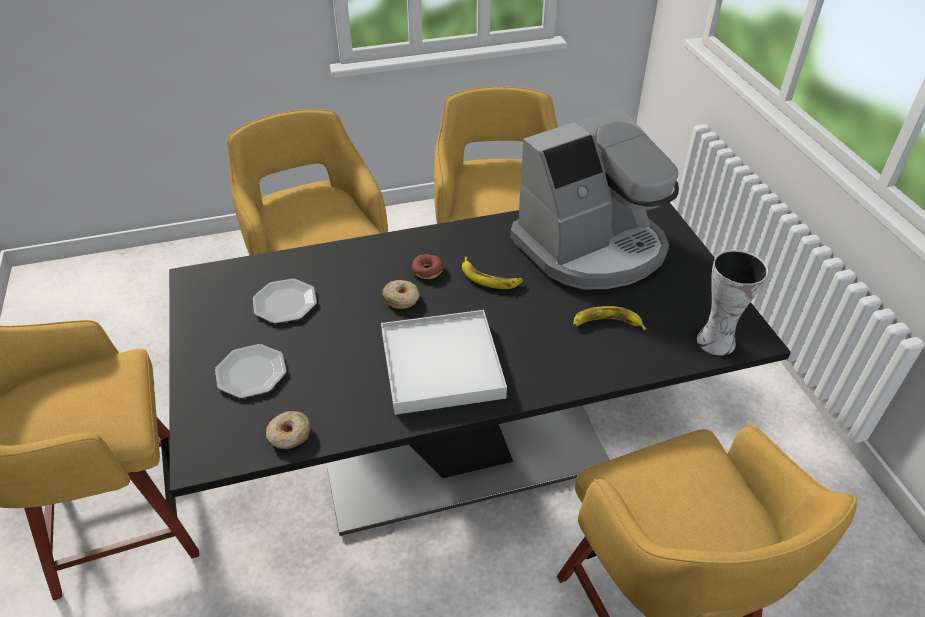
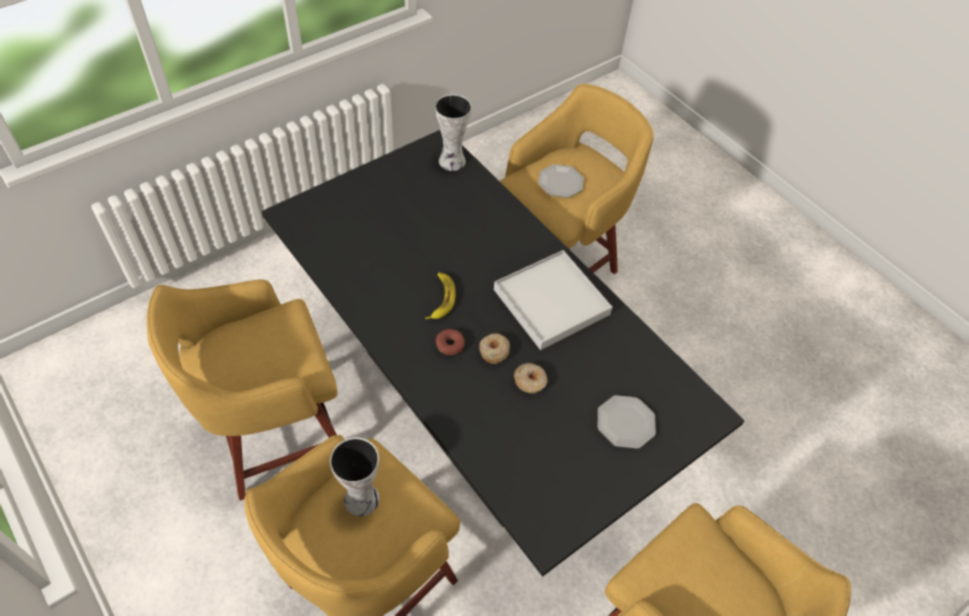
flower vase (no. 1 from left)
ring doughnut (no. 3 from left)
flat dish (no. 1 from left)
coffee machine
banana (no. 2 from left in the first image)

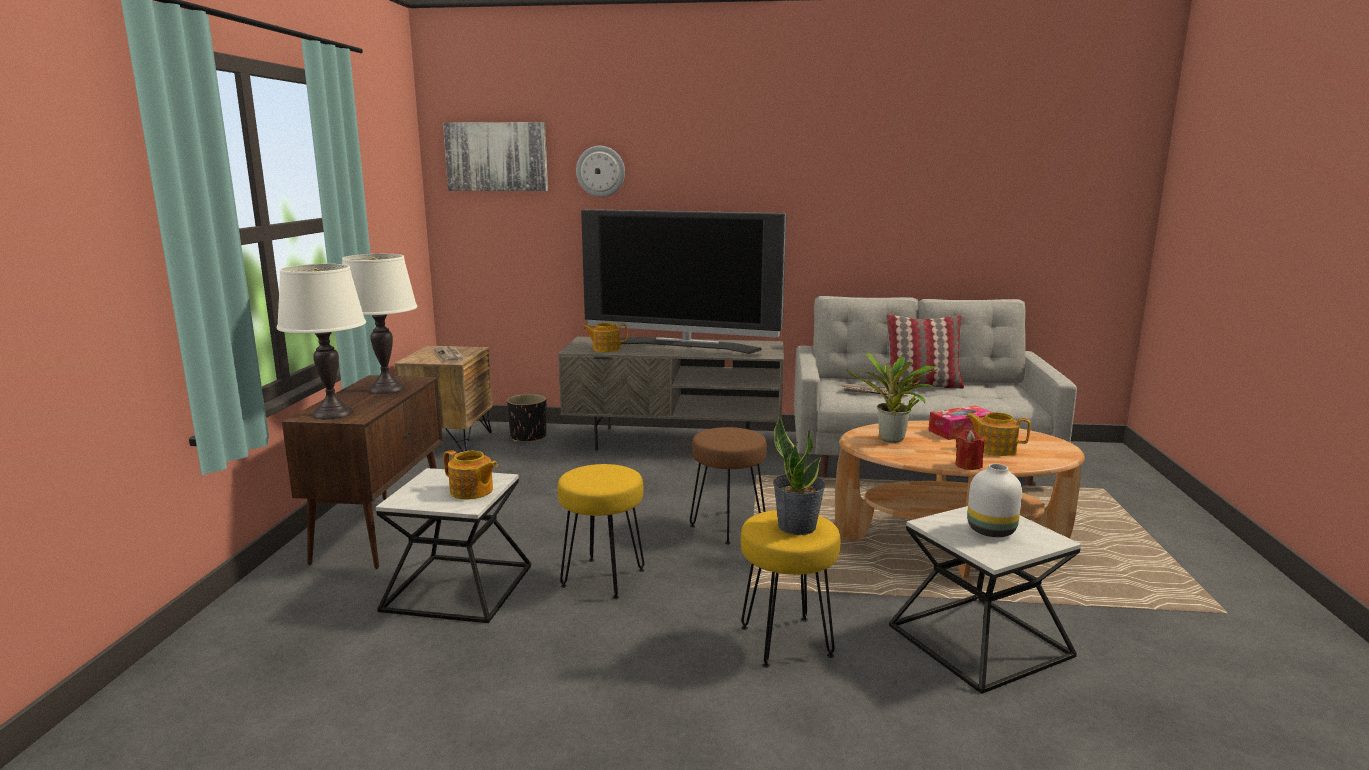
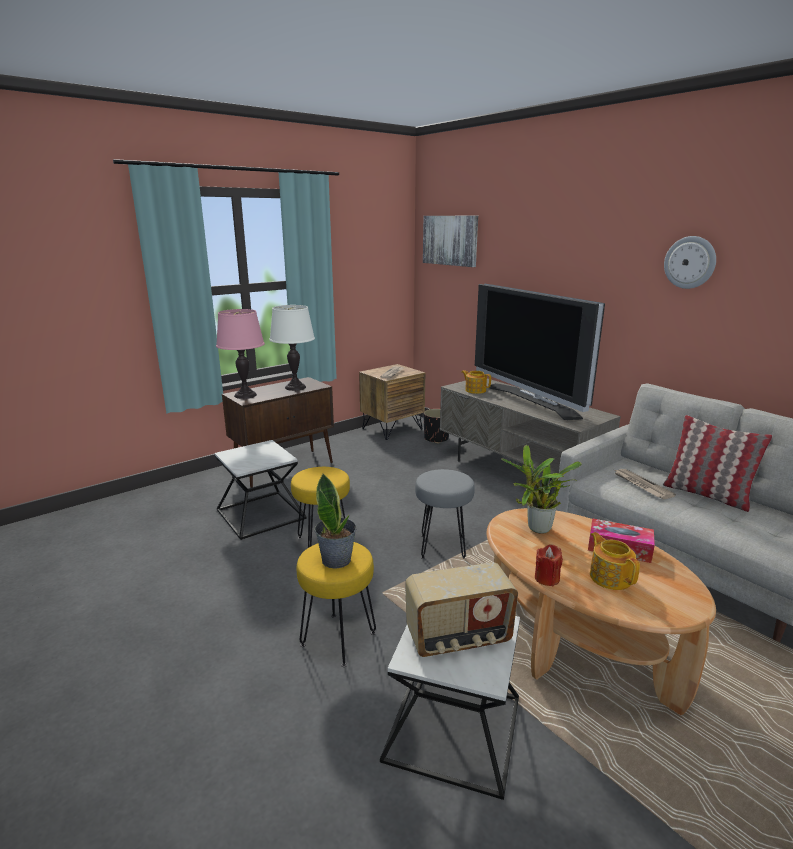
lamp for a table (pinkish)
radio set
stool (gray)
wall clock
pot for tea (no. 1 from left in the first image)

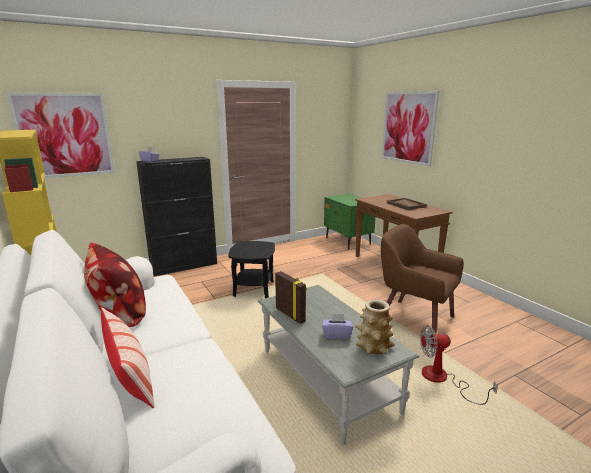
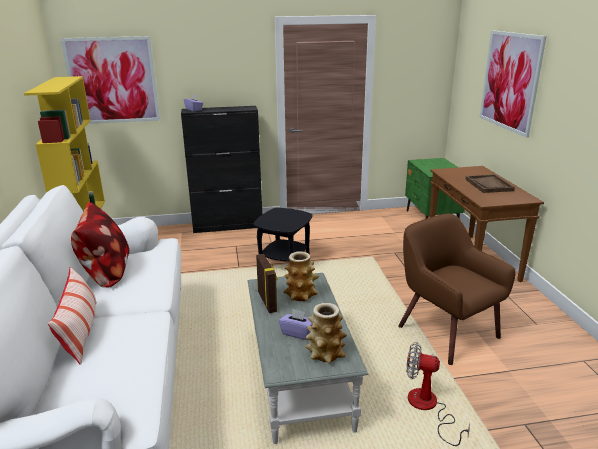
flower vase (no. 1 from left)

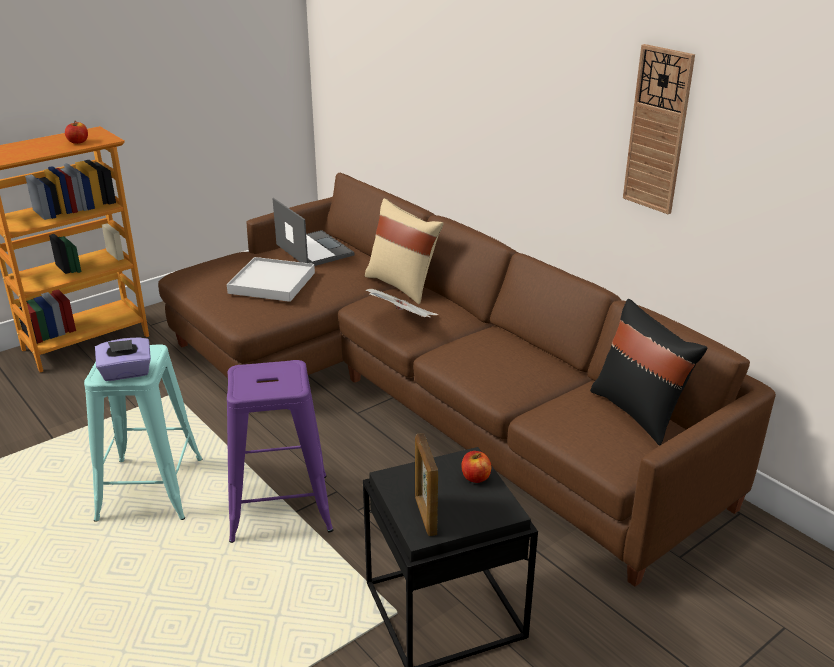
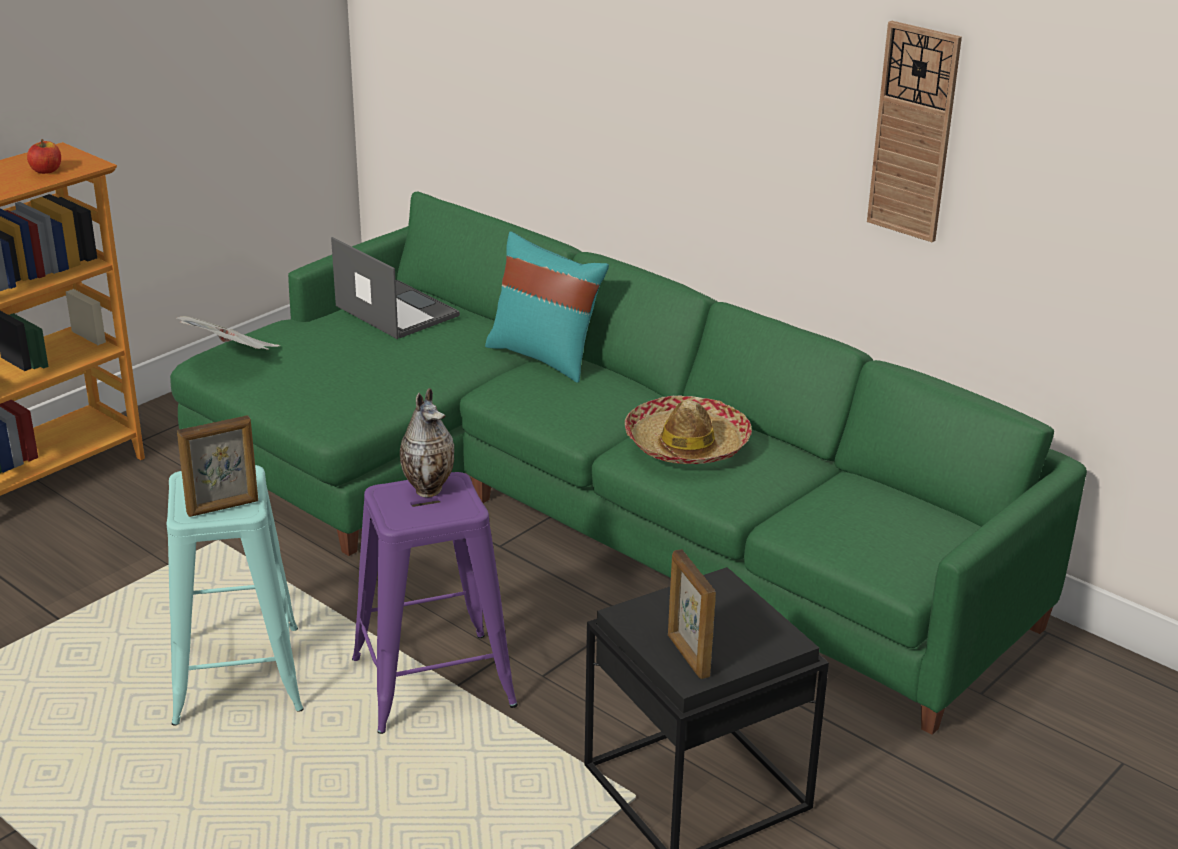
sofa (green-coloured)
daily paper
photo frame (no. 1 from left)
flower vase
cushion (blue-green)
clothing hat
serving tray (whitish)
apple fruit (no. 2 from left in the first image)
cushion (black-coloured)

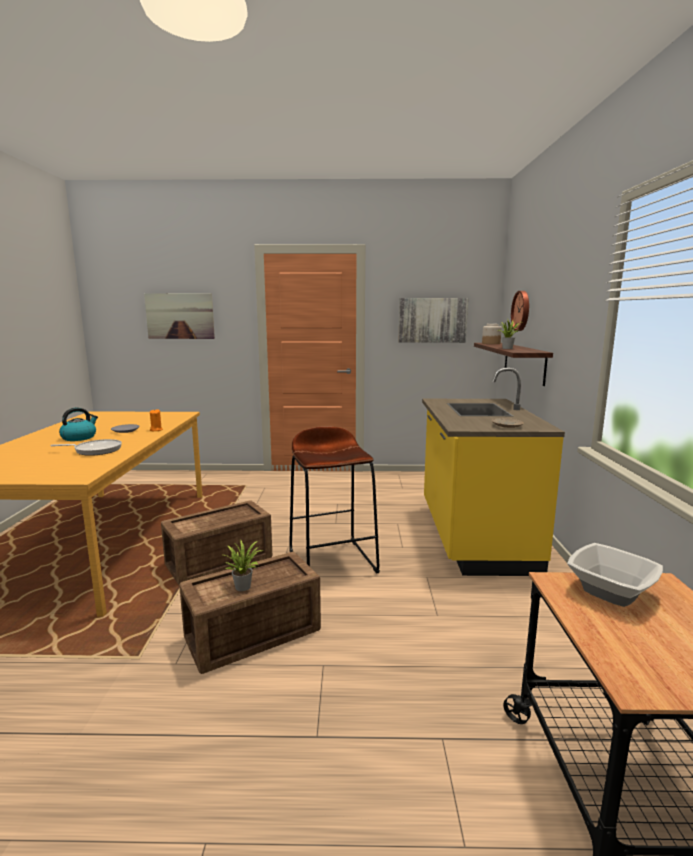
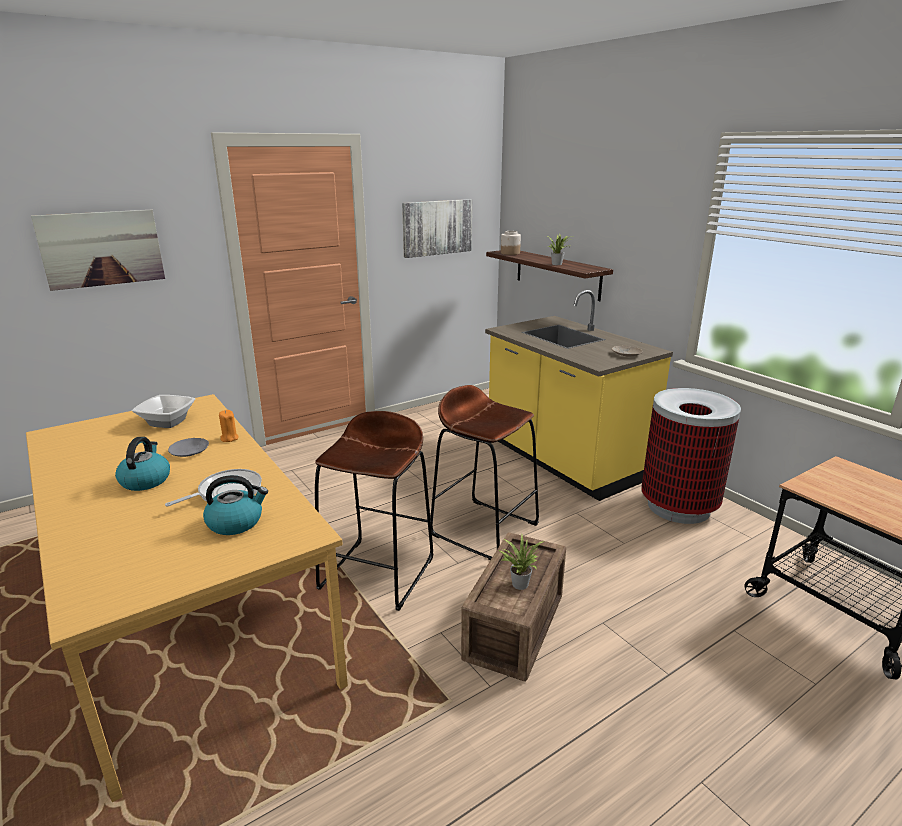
deep dish
tea kettle (no. 2 from left)
stool (brownish) (no. 1 from left)
trash can
wall clock

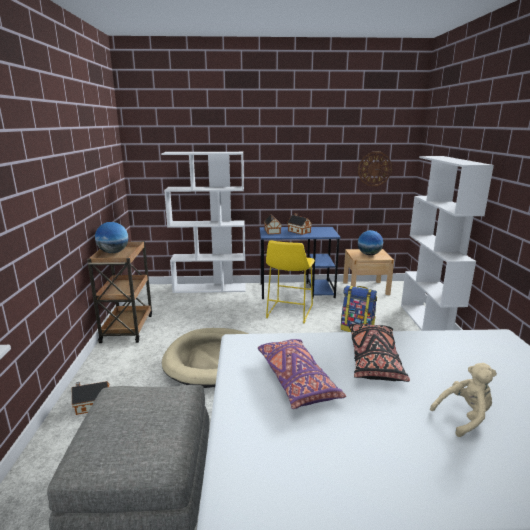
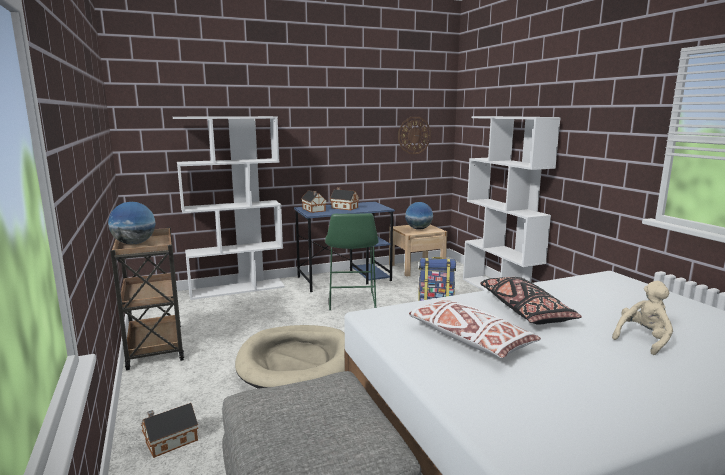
stool (green-coloured)
cushion (whitish)

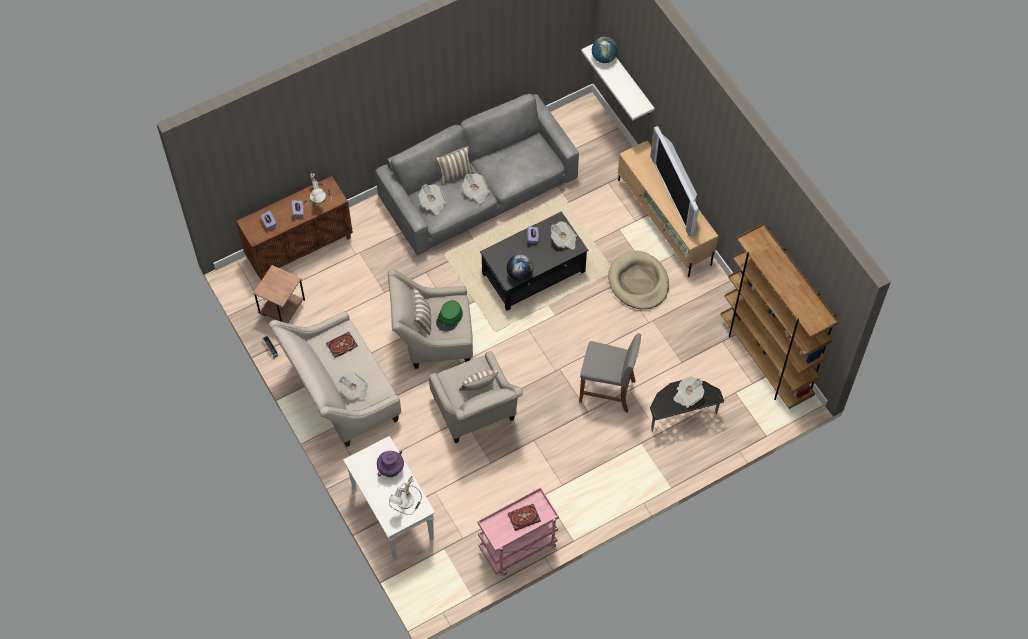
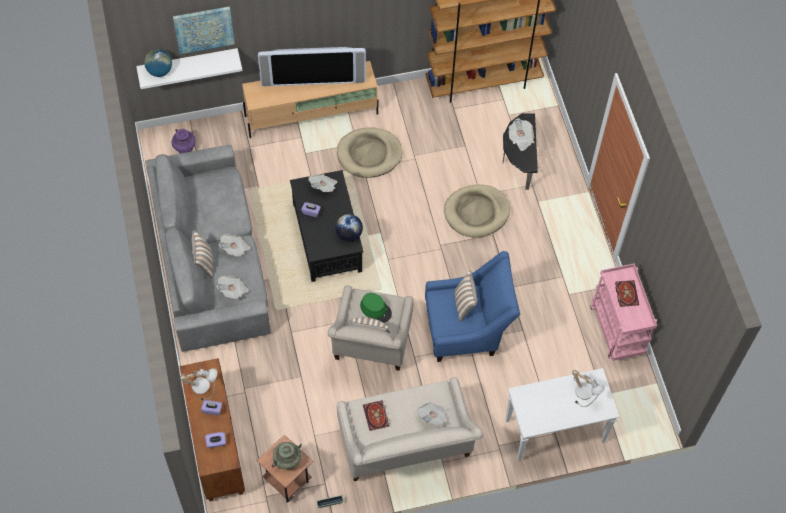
flower vase (purple-coloured)
wall art
flower vase (blue-green)
lounge chair (blue)
dog cushion (sand-coloured) (no. 2 from left)

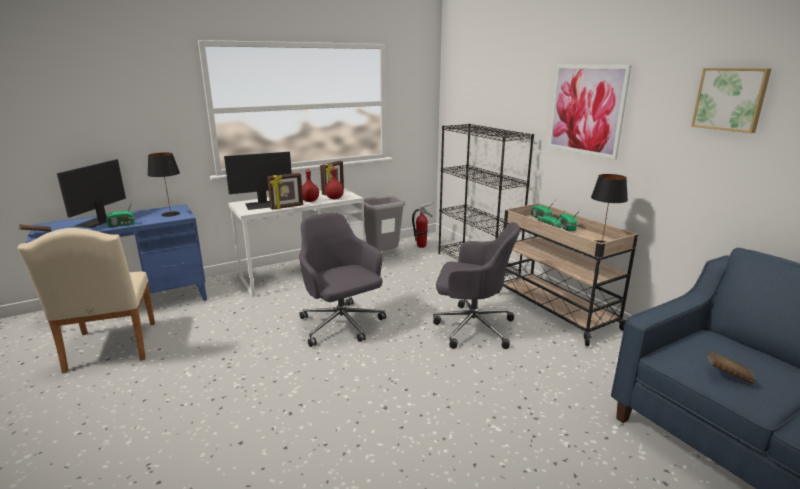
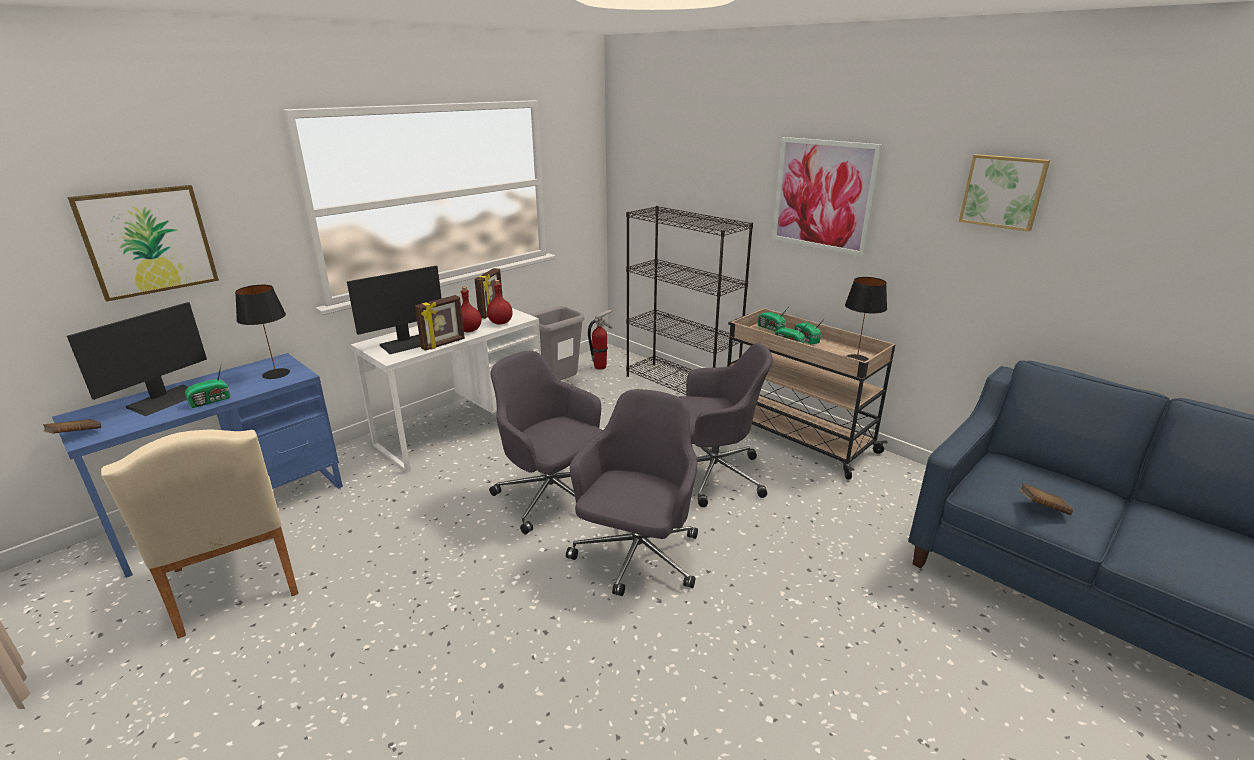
wall art (no. 1 from left)
computer screen (no. 1 from left)
office chair (gray) (no. 2 from left)

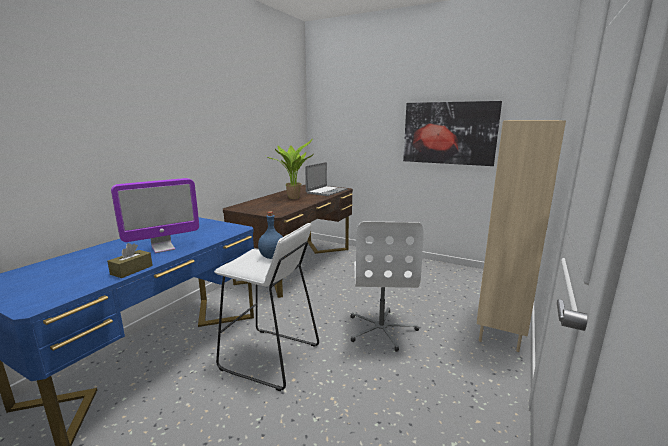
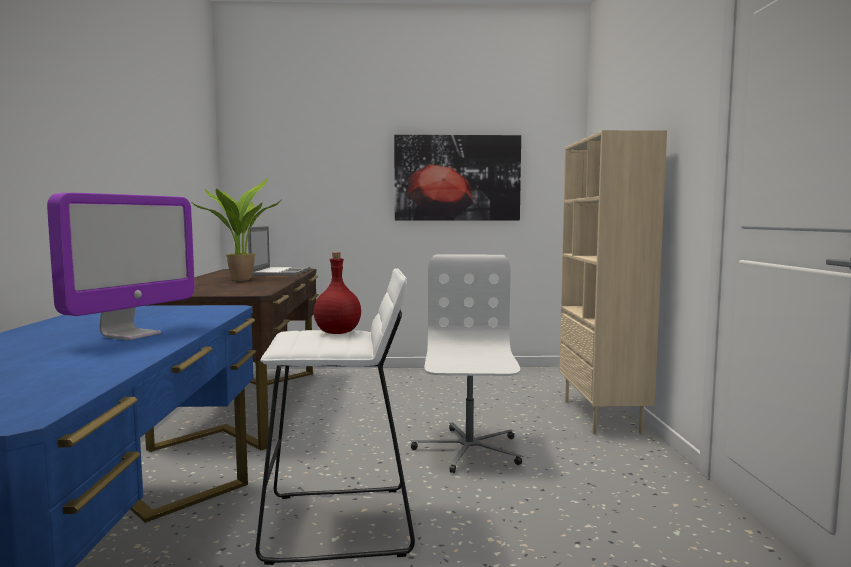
bottle (red)
office chair (whitish)
tissue box (brownish)

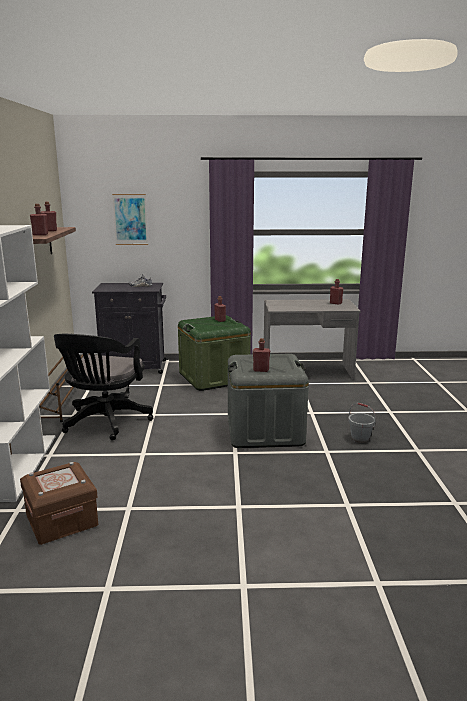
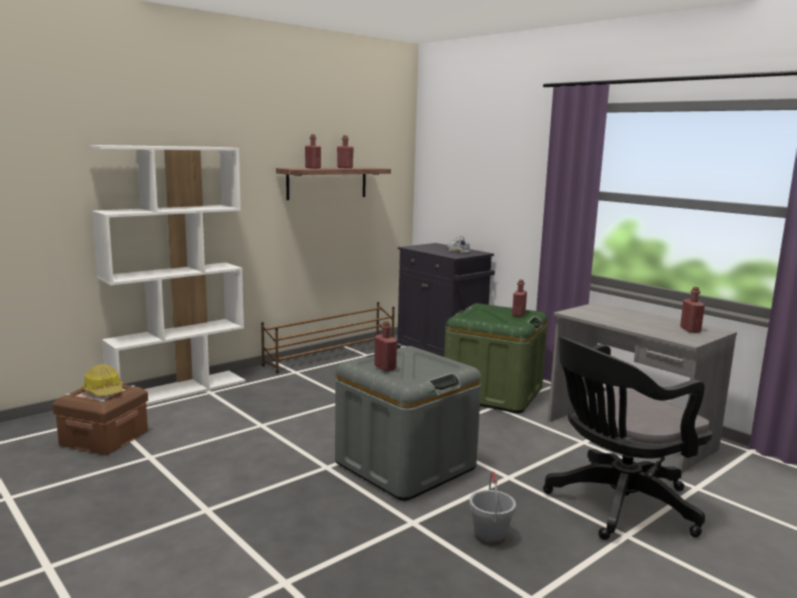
safety helmet
office chair (black-coloured)
wall art

